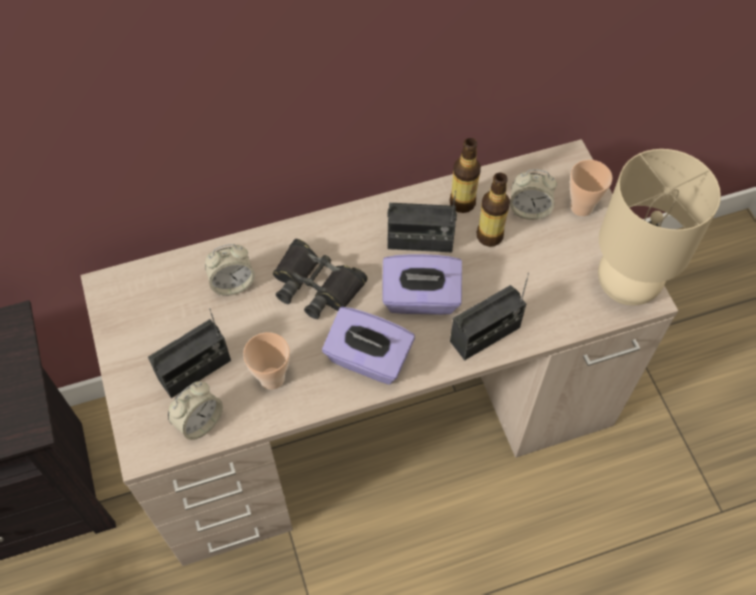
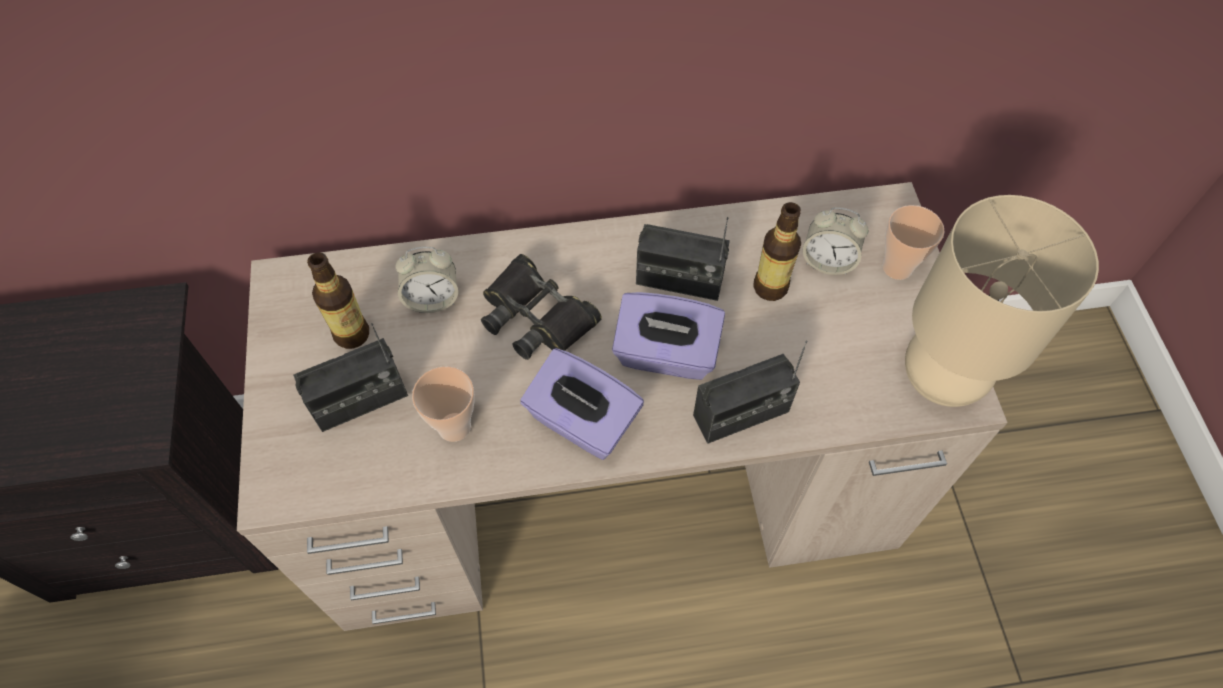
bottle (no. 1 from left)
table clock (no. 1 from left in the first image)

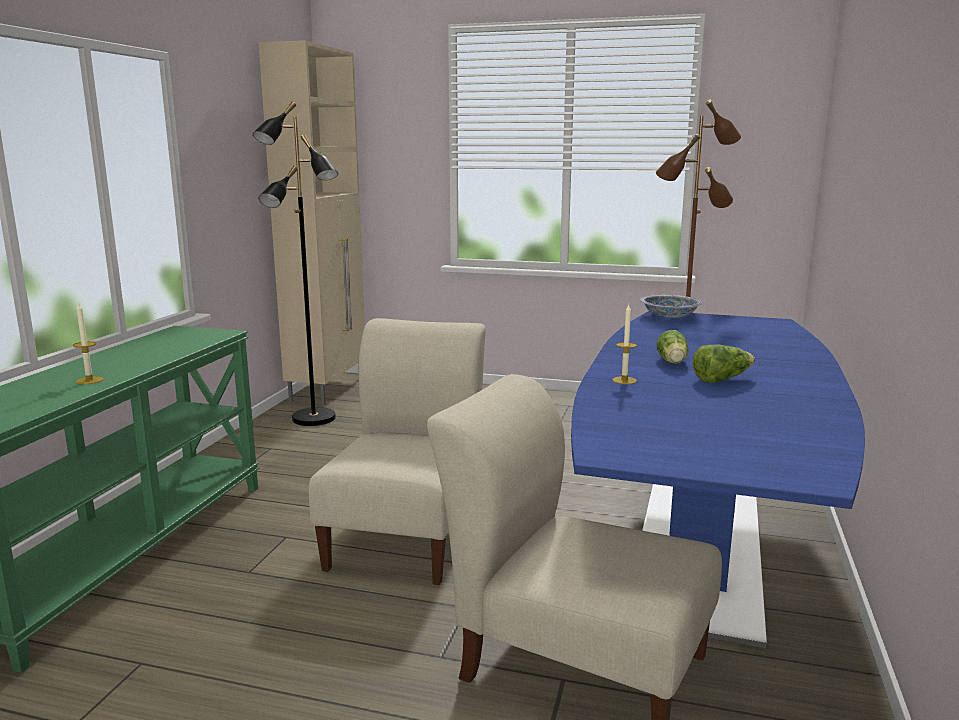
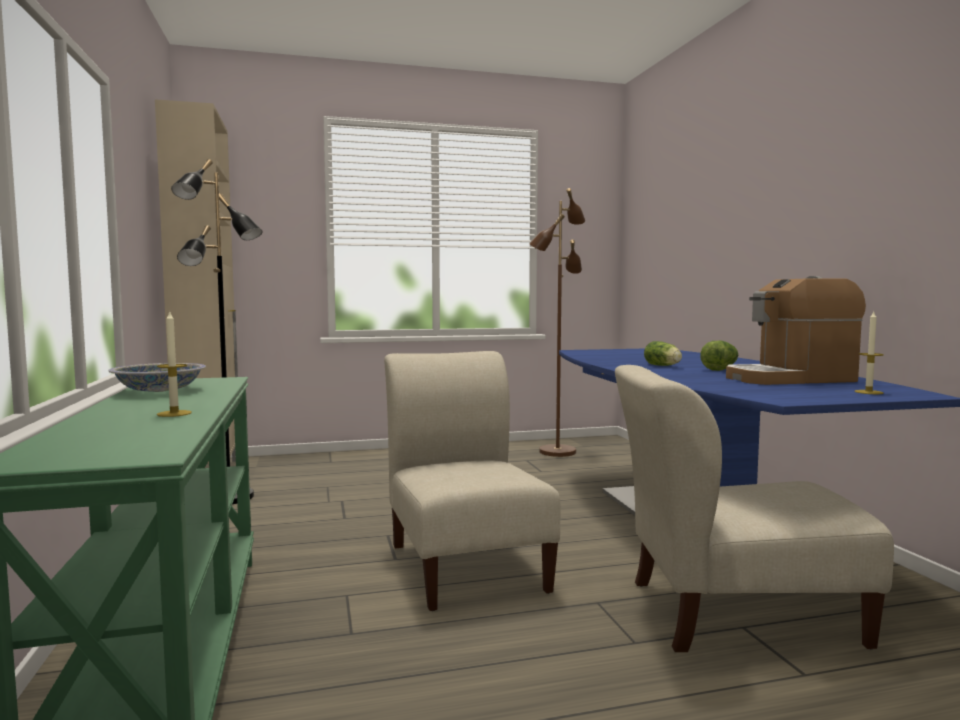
deep dish
coffee machine
wax light (no. 2 from left)

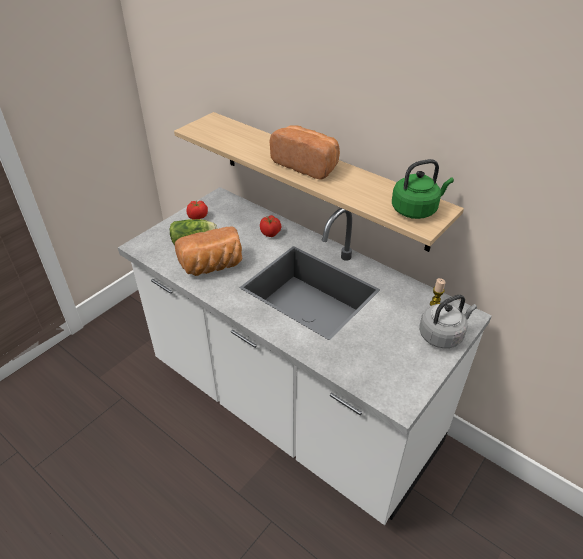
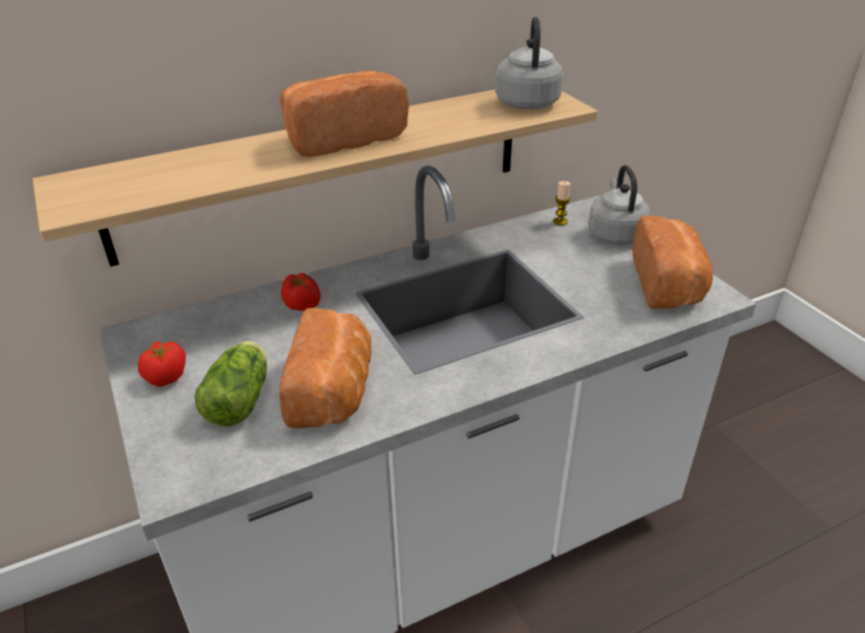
tea kettle (gray) (no. 1 from left)
baked bread (no. 3 from left)

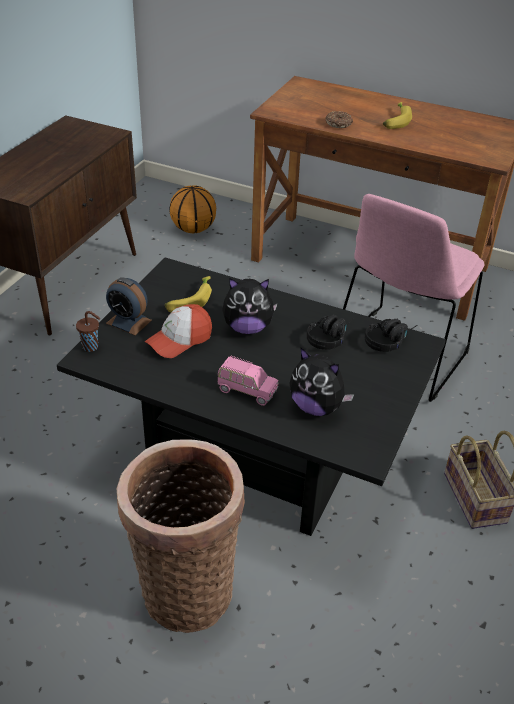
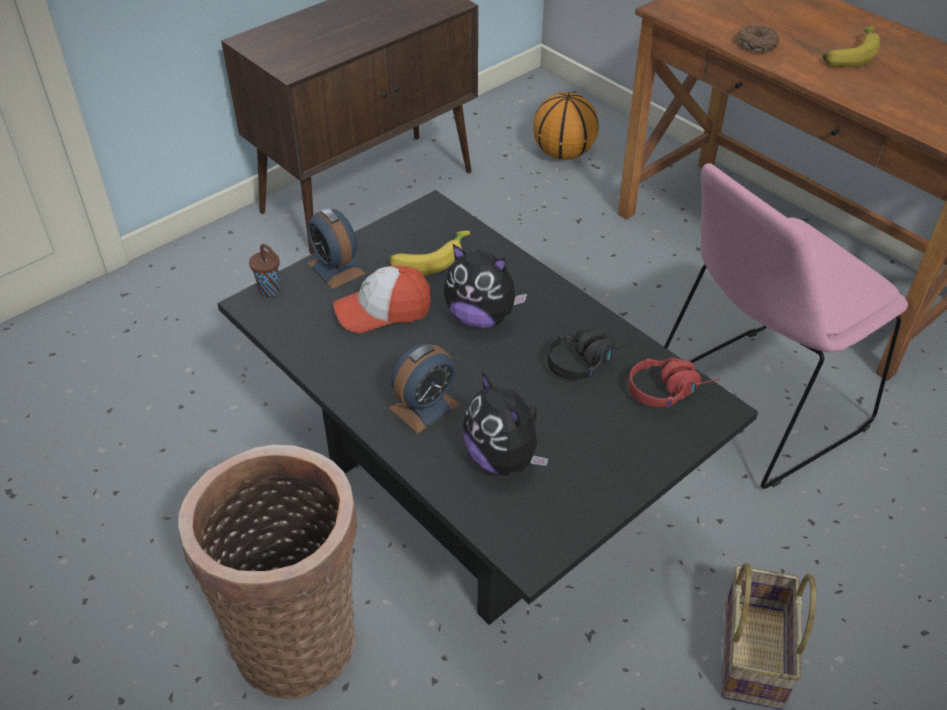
table clock (no. 2 from left)
pair of headphones (red)

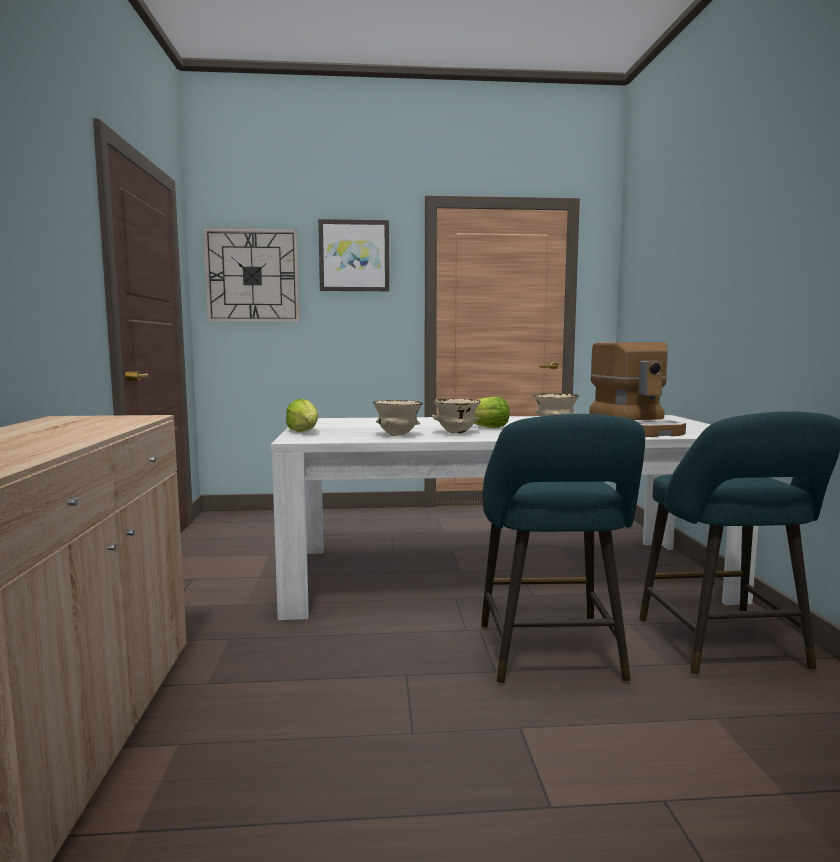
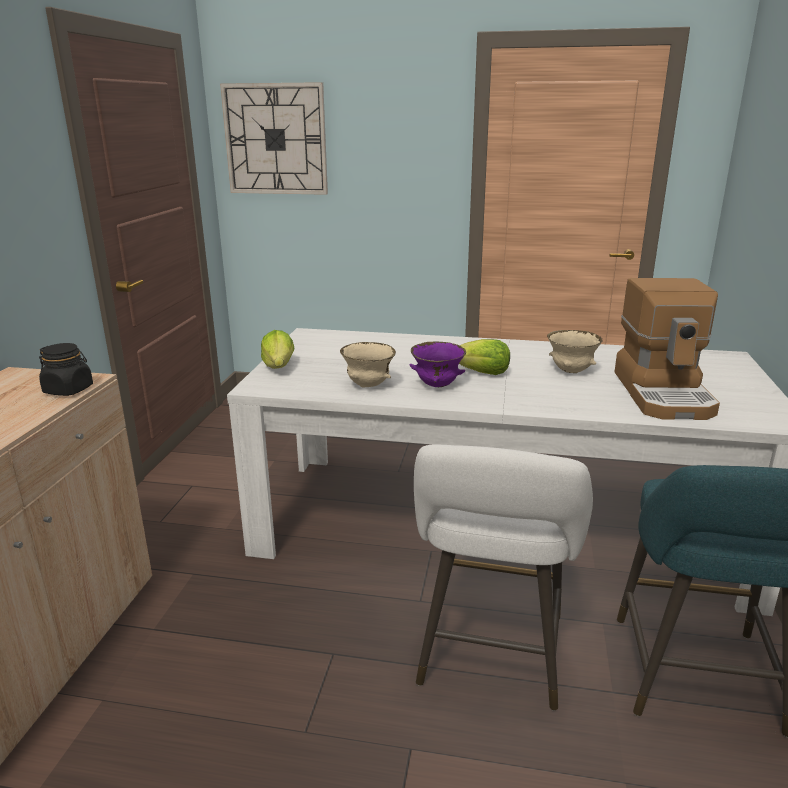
preserve jar (black-coloured)
deep dish (purple-coloured)
stool (whitish)
wall art

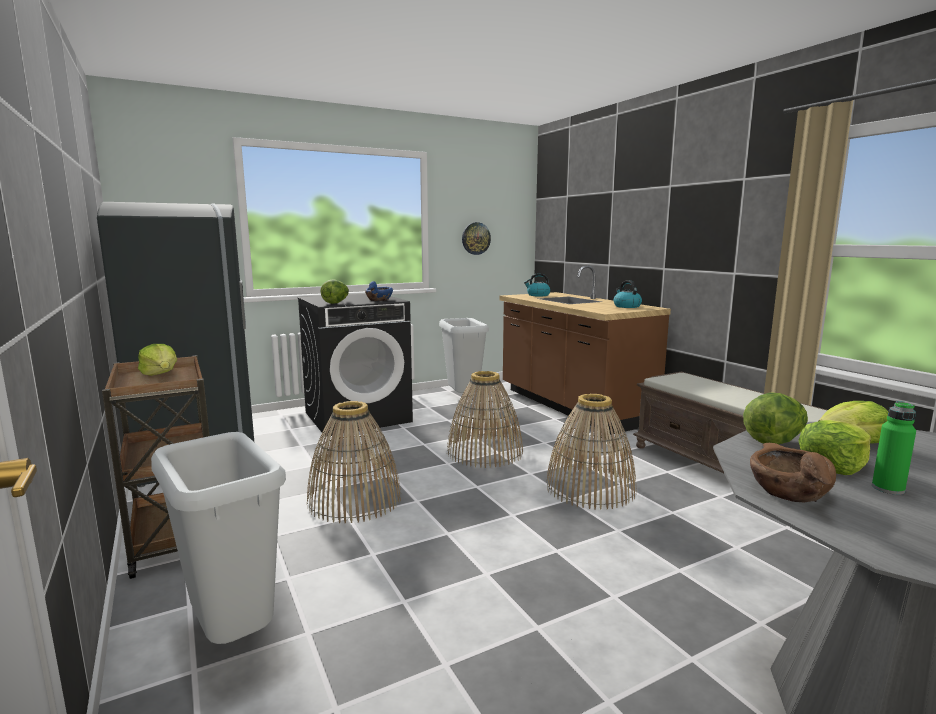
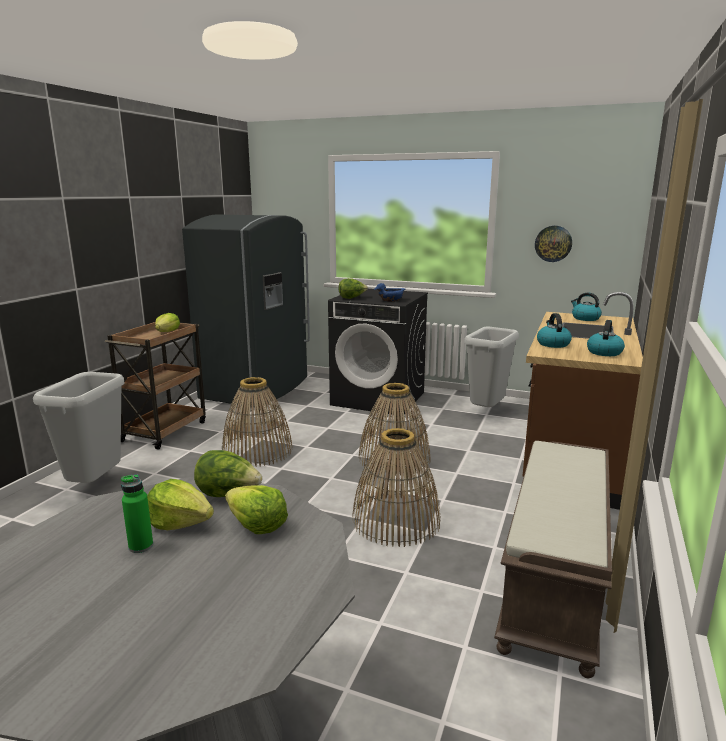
tea kettle (no. 1 from left)
deep dish (brownish)

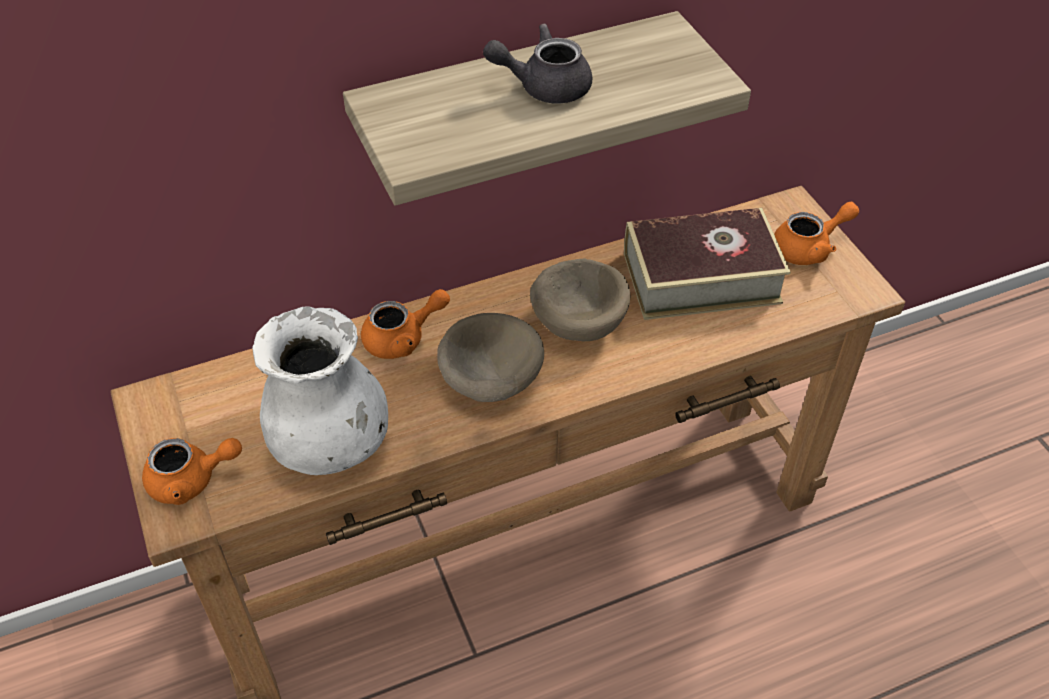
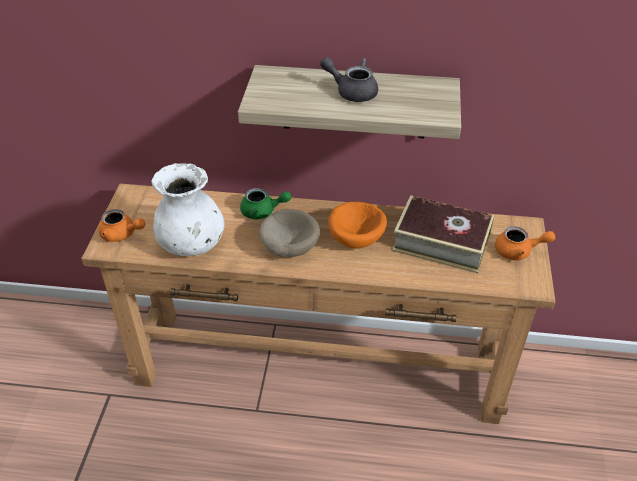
pot for tea (green-coloured)
deep dish (orange-coloured)

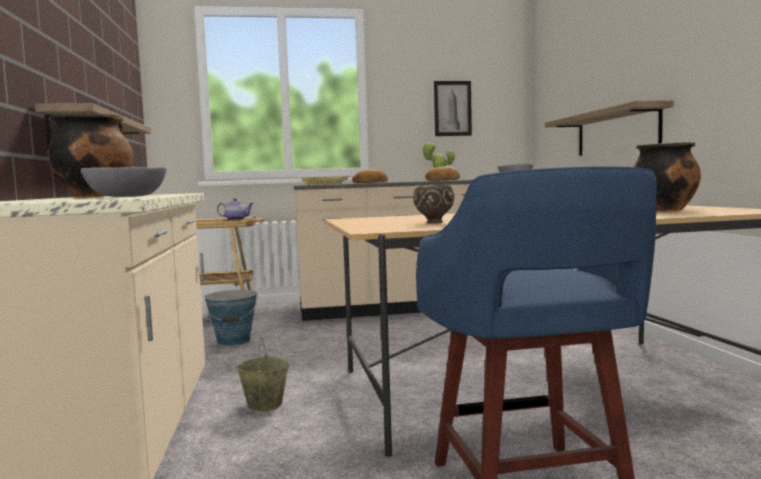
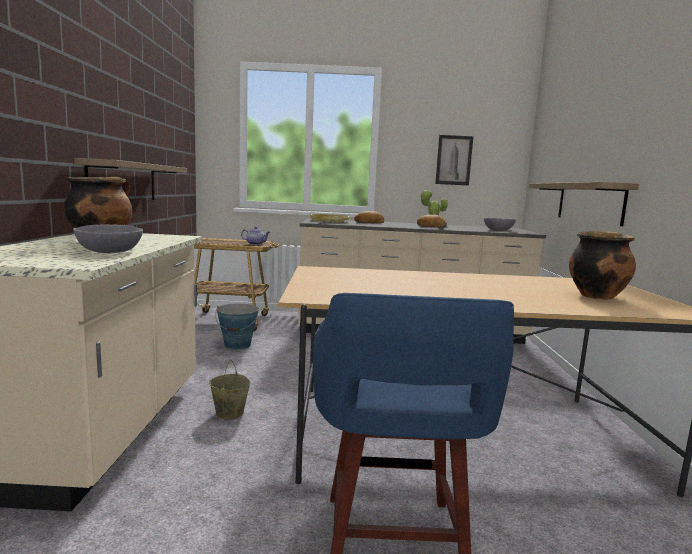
deep dish (brownish)

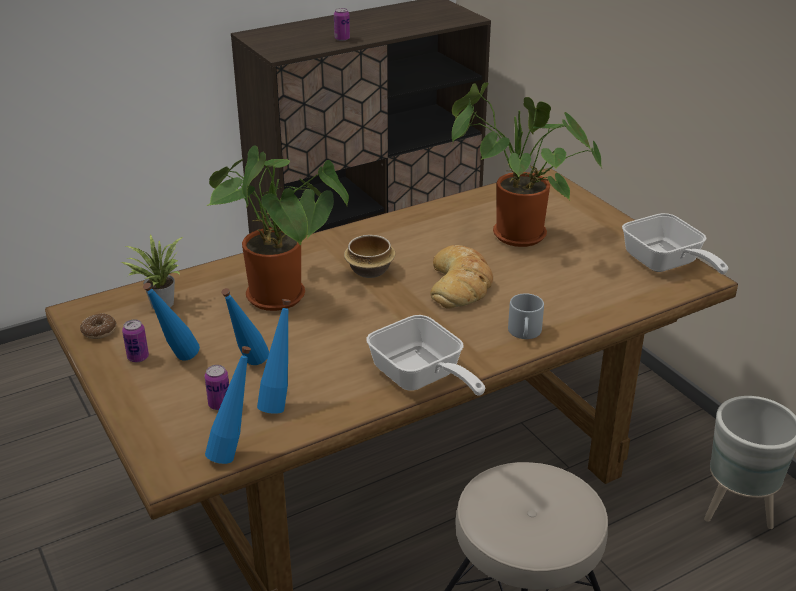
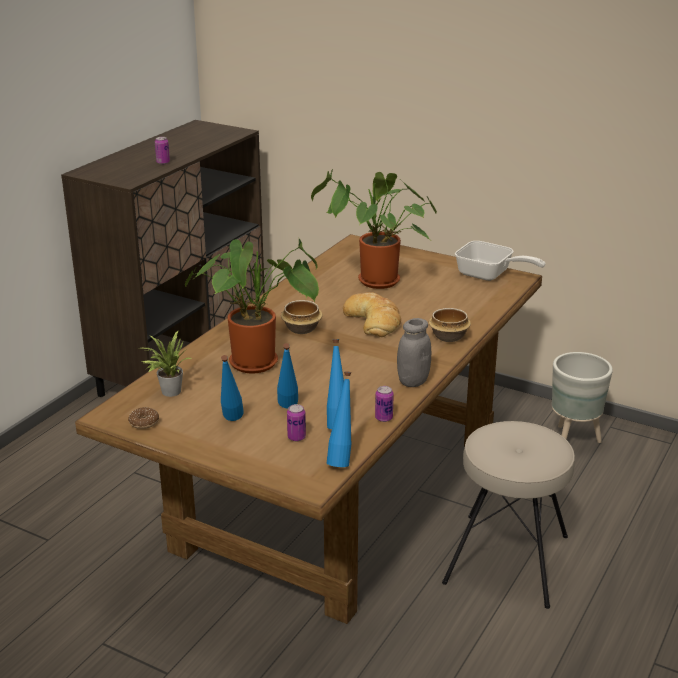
metal can (no. 3 from left)
preserve jar (gray)
deep dish (no. 2 from left)

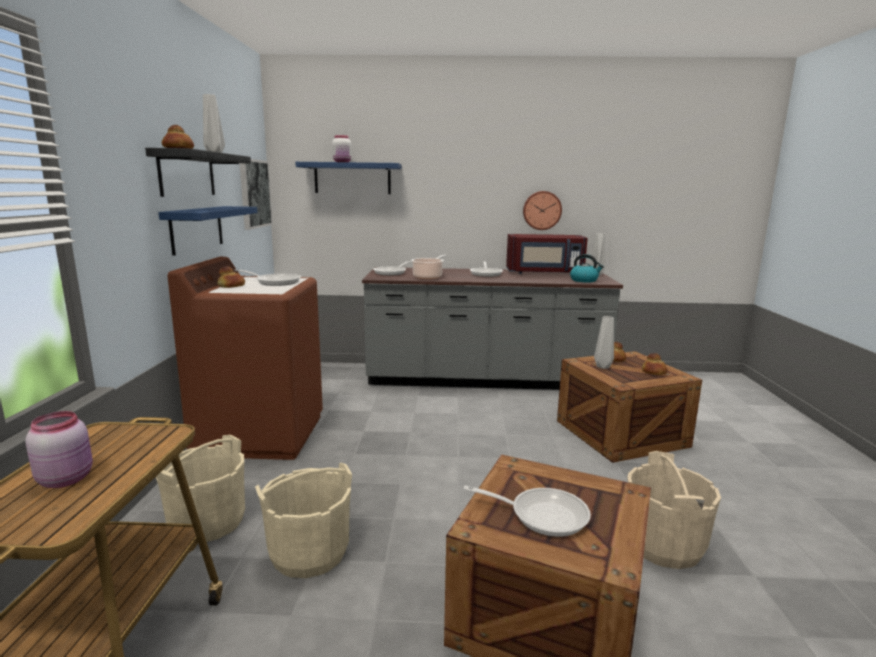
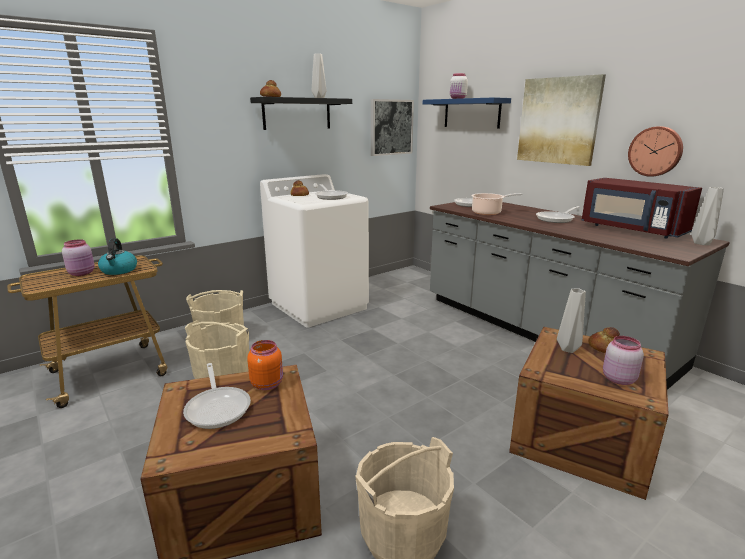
tea kettle
preserve jar (orange-coloured)
laundry machine (whitish)
wall art (no. 2 from left)
preserve jar (pinkish) (no. 2 from left)
wall shelf (blue) (no. 1 from left in the first image)

